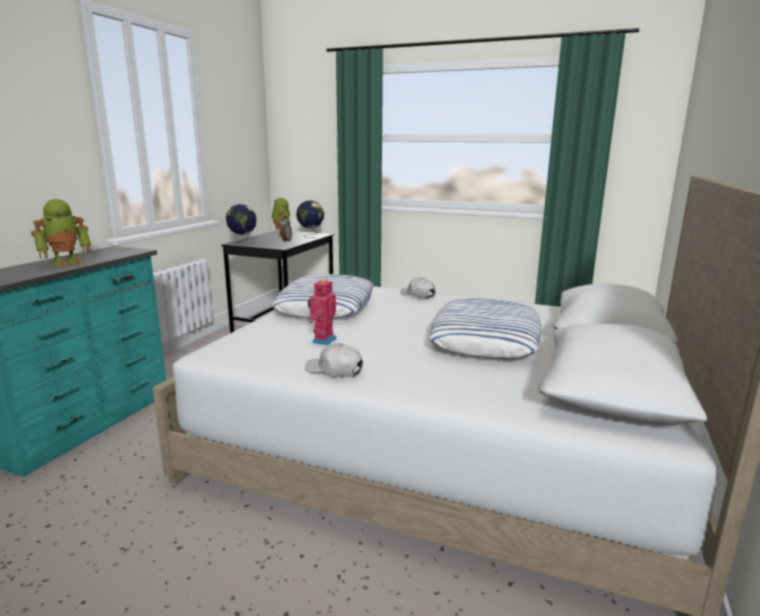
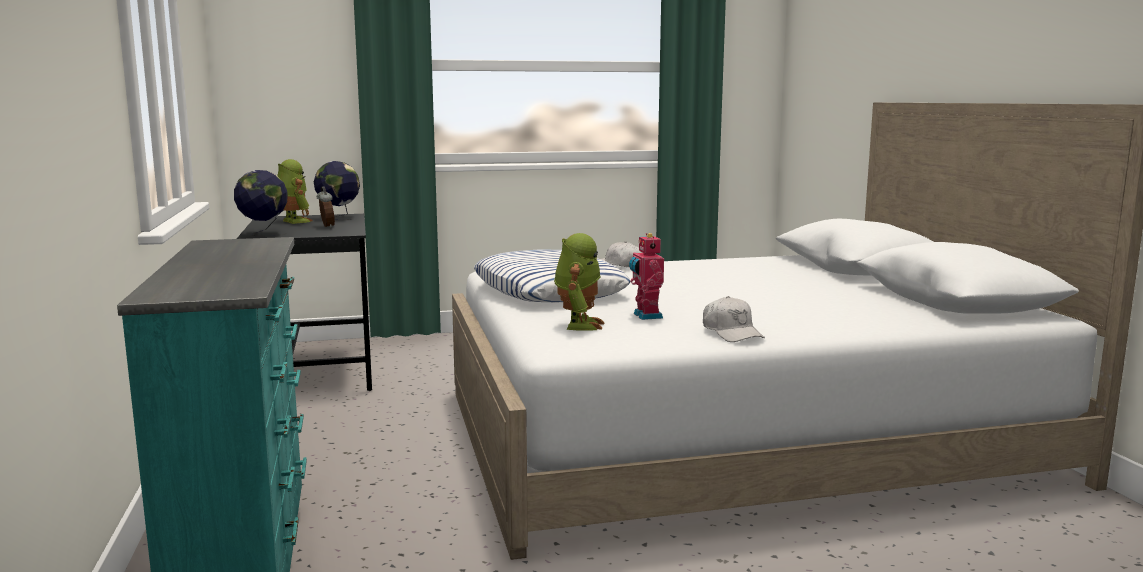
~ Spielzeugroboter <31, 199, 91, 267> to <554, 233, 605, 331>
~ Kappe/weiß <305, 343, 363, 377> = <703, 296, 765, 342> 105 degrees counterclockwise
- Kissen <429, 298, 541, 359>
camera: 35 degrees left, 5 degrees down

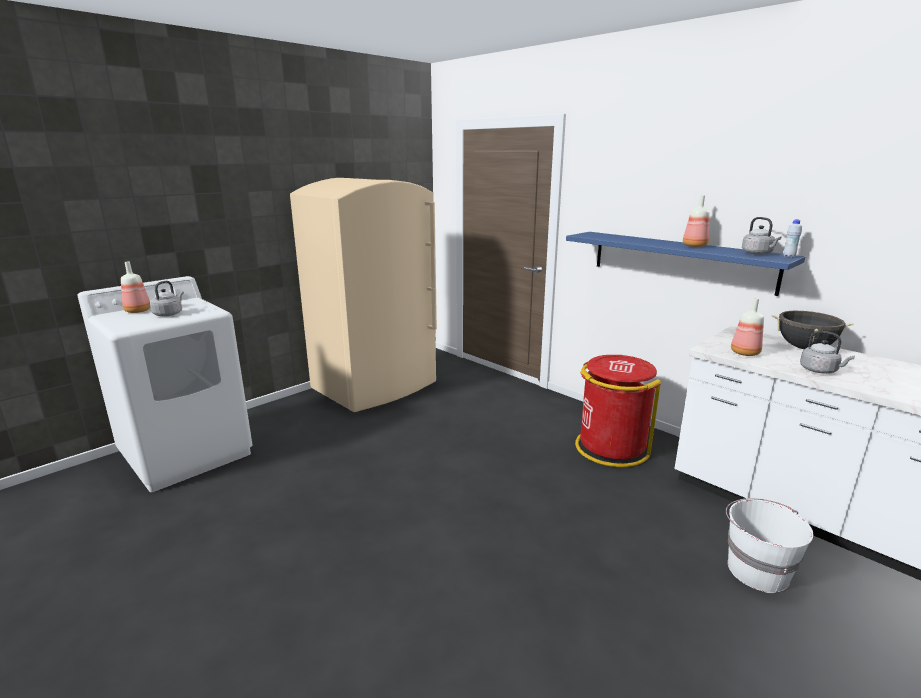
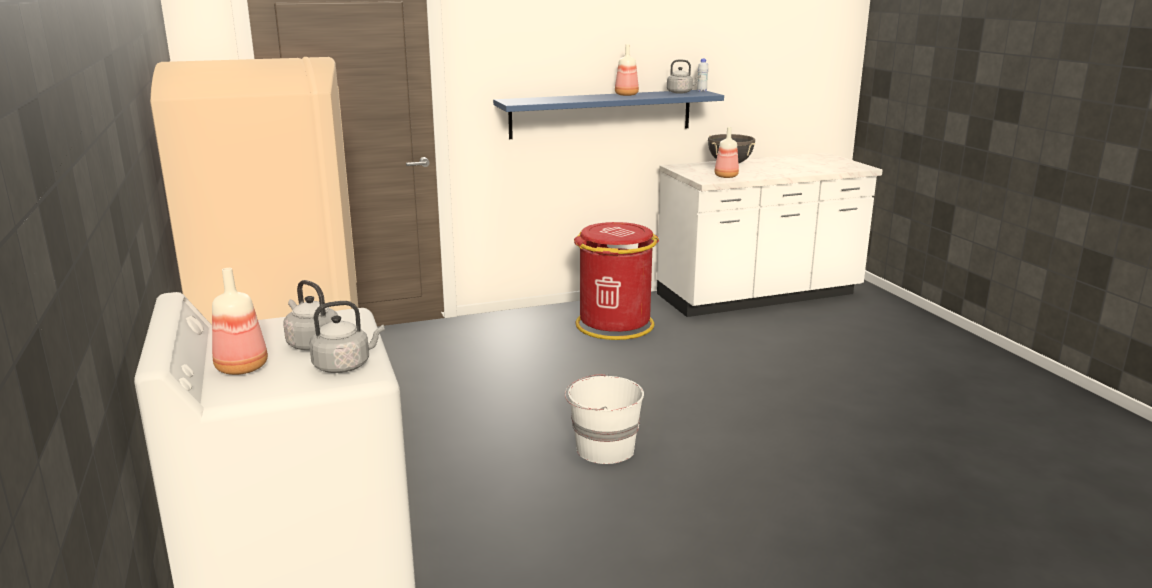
~ Eimer/weiß <726, 498, 813, 593> to <565, 373, 644, 464>
~ Wasserkessel/grau <800, 331, 855, 374> to <309, 301, 385, 373>
camera: 65 degrees left, 0 degrees up

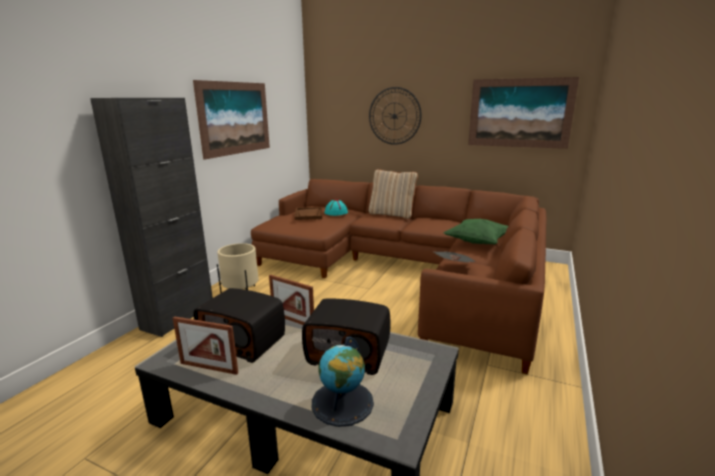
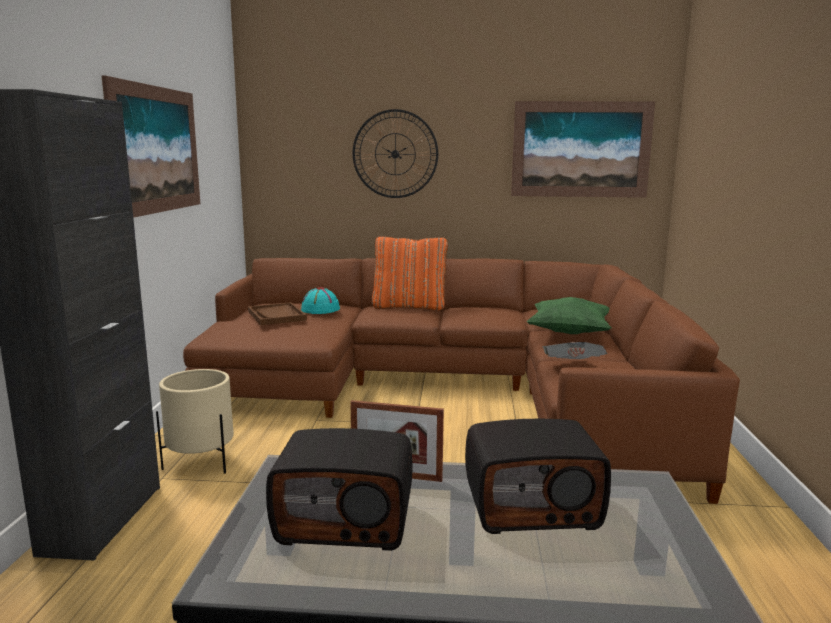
- Bilderrahmen <173, 316, 238, 375>
- Globus <312, 337, 374, 427>
~ Kissen/beige <369, 169, 418, 219> to Kissen/orange <372, 236, 448, 311>
camera: 20 degrees left, 5 degrees down

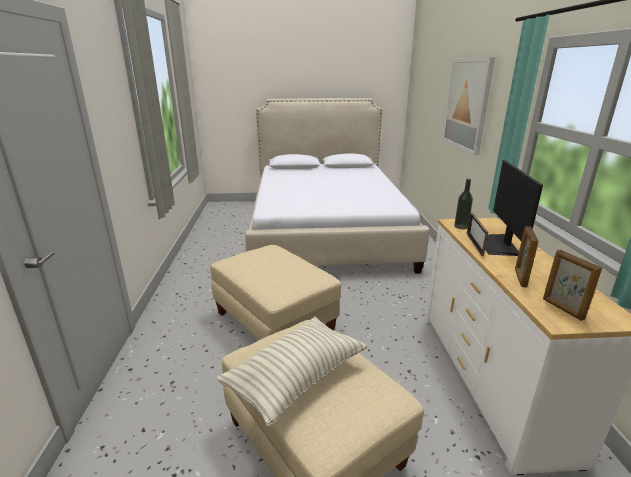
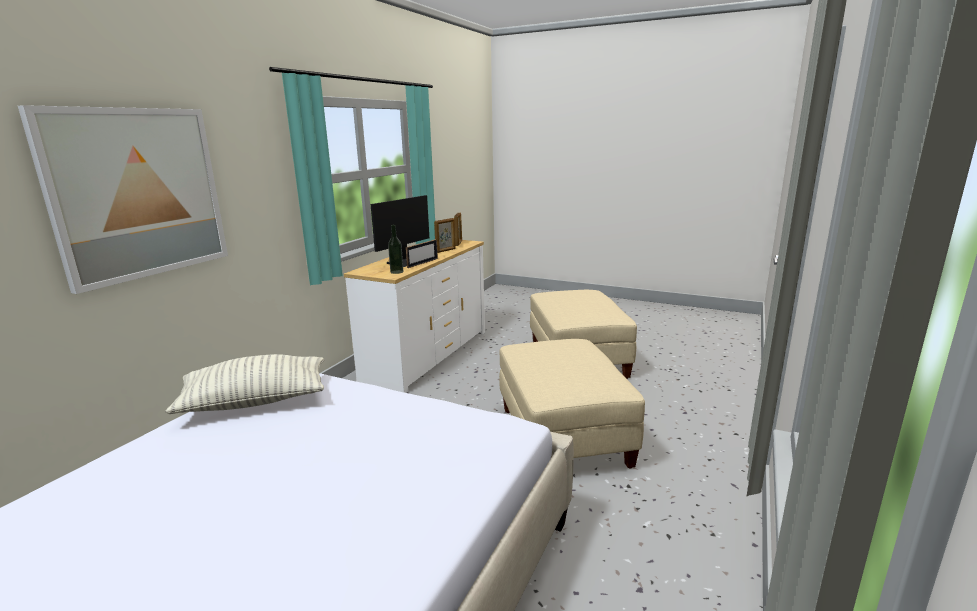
~ Kissen <216, 317, 367, 427> to <165, 354, 325, 414>
camera: 150 degrees left, 5 degrees down

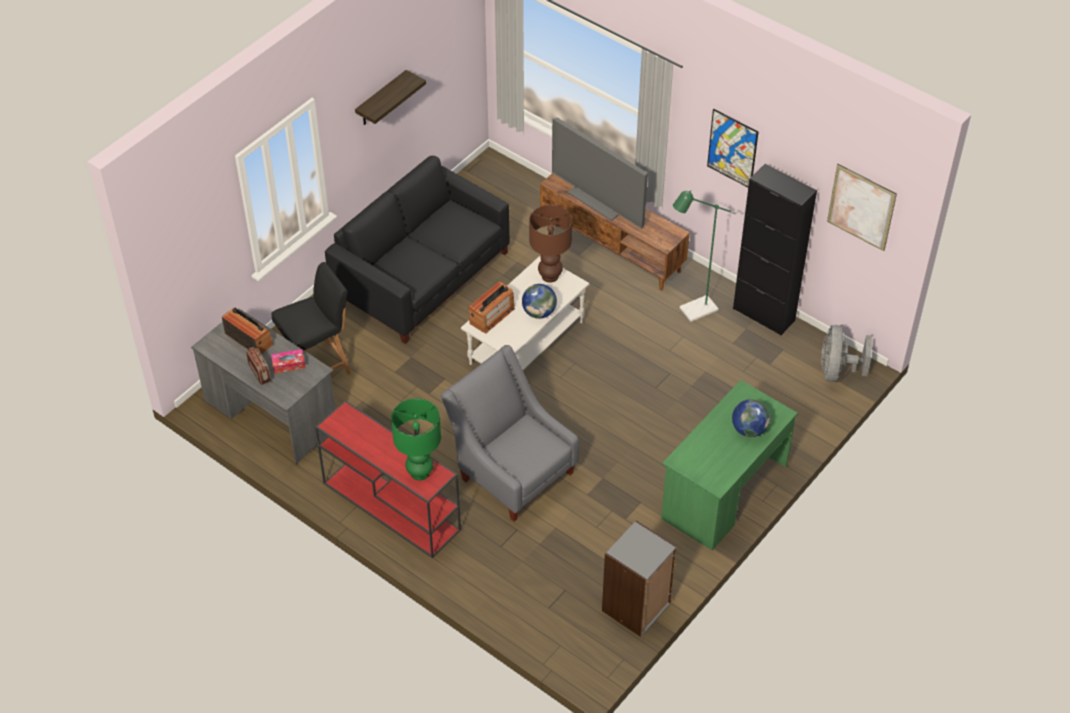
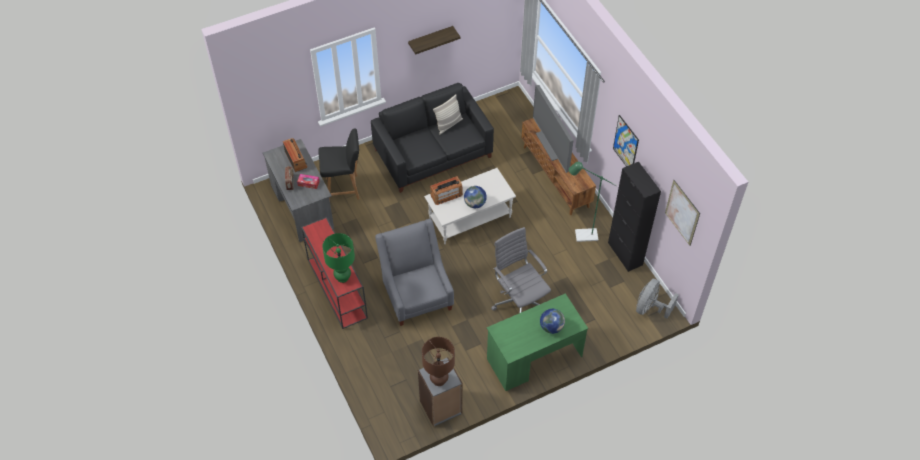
~ Tischlampe/braun <529, 205, 572, 283> to <422, 337, 455, 386>
+ Kissen <433, 95, 463, 135>
+ Bürostuhl/grau <491, 227, 551, 313>
camera: 25 degrees right, 5 degrees up

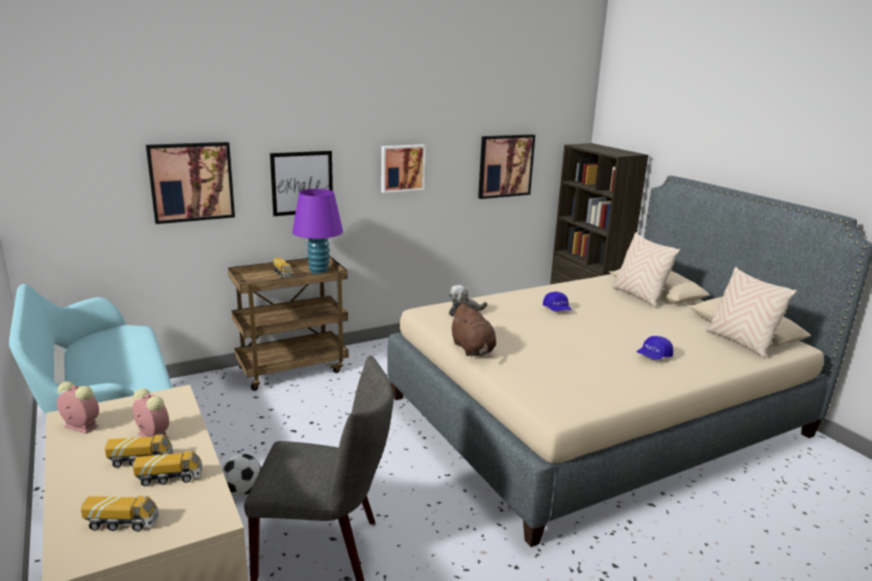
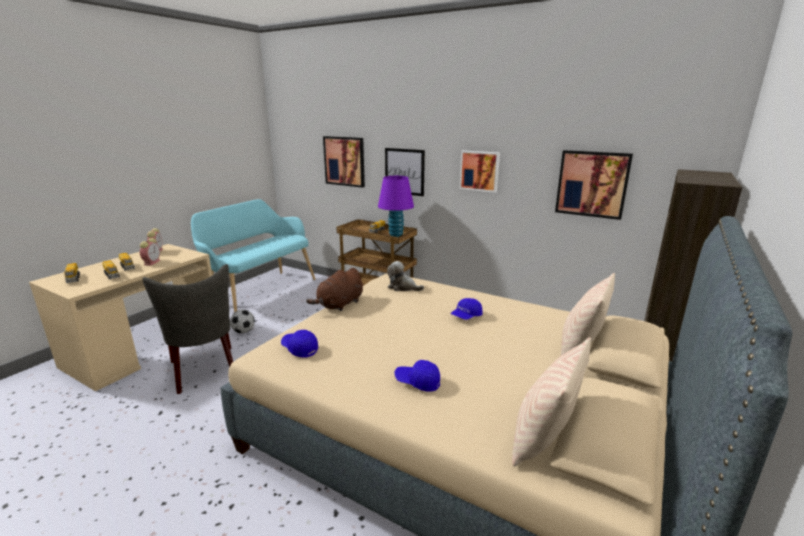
+ Kappe/blau <281, 330, 318, 358>
camera: 60 degrees right, 0 degrees up

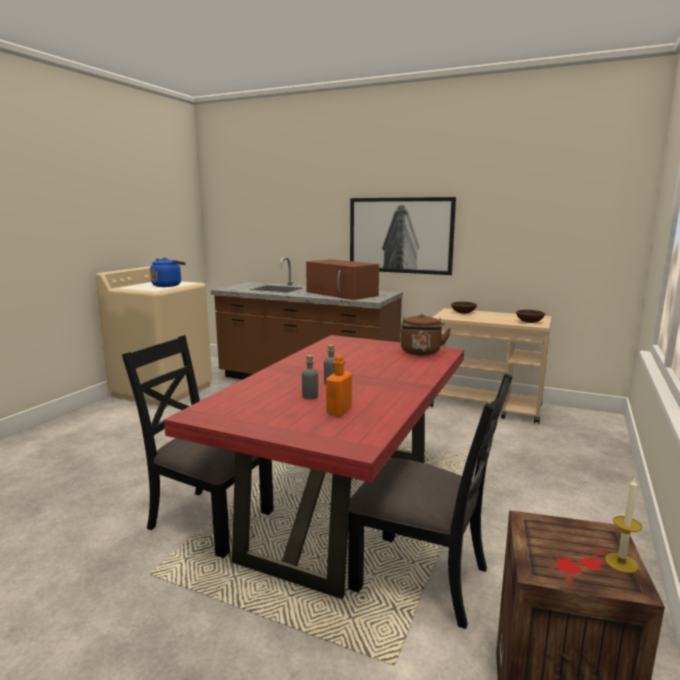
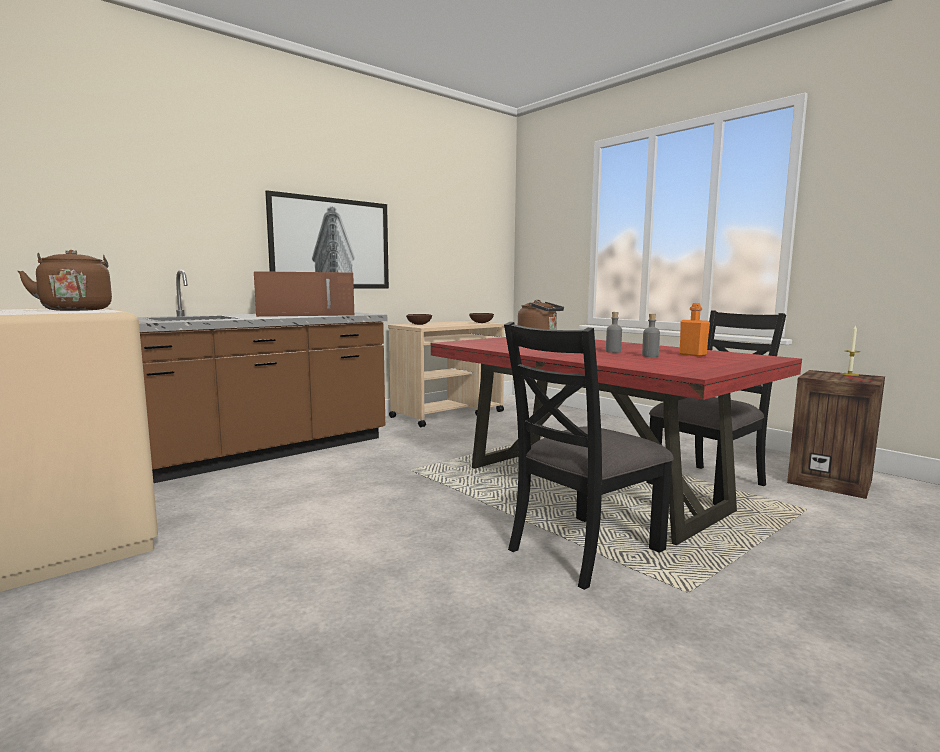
~ Wasserkessel/blau <150, 258, 186, 287> to Wasserkessel/braun <18, 250, 112, 311>
camera: 65 degrees left, 5 degrees down

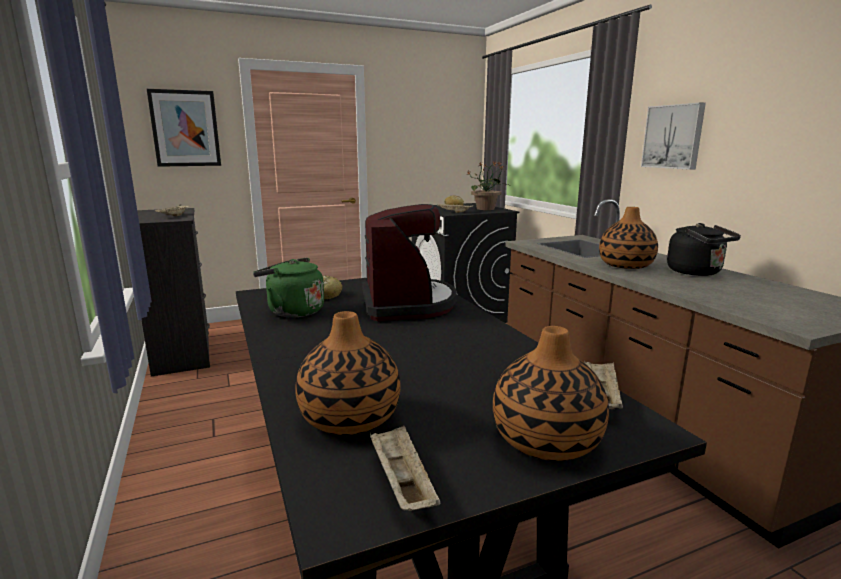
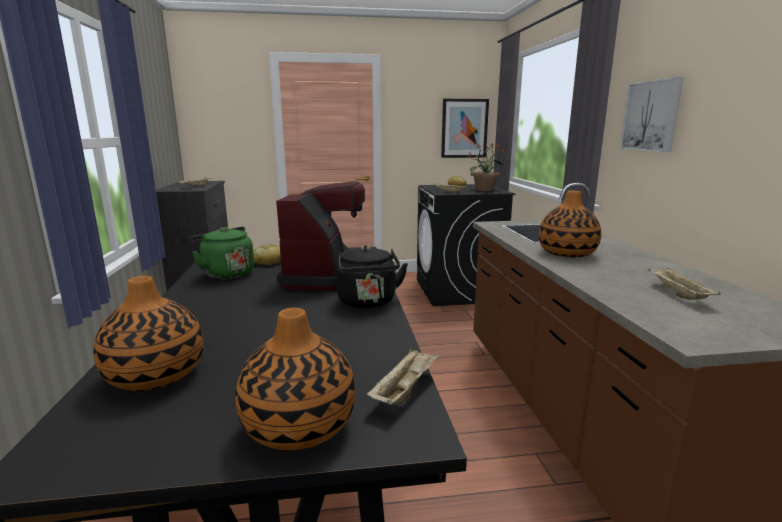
~ Bild <147, 89, 221, 167> to <441, 99, 489, 158>
~ Tablett/beige <370, 425, 441, 511> to <648, 267, 721, 300>
~ Wasserkessel/schwarz <667, 223, 741, 276> to <336, 246, 408, 308>
camera: 15 degrees right, 0 degrees up

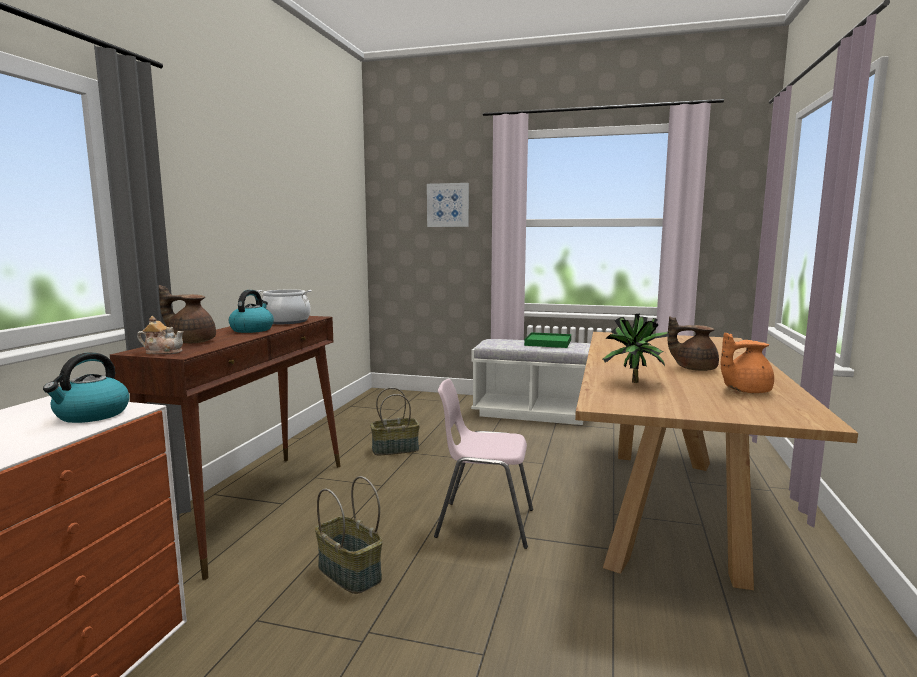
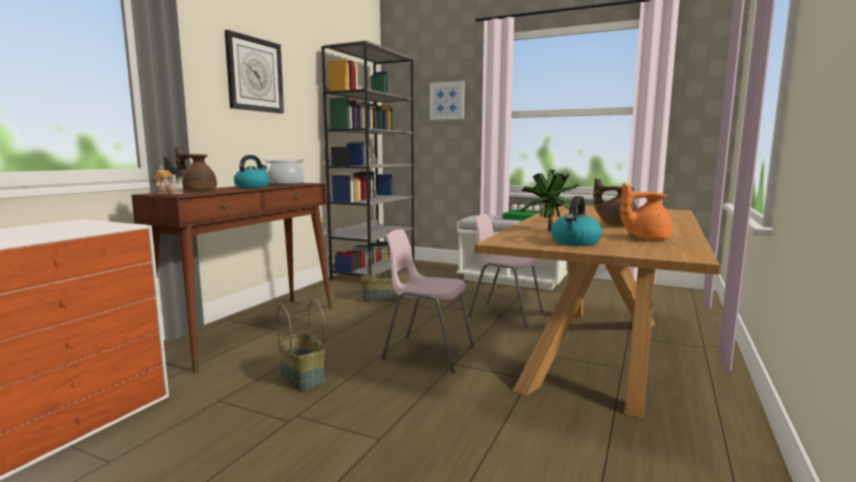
~ Wasserkessel <43, 352, 129, 423> to <551, 196, 602, 246>
+ Wanduhr <225, 30, 284, 113>
+ Bücherregal/grau <321, 40, 414, 280>
+ Stuhl/rosa <468, 214, 543, 328>
camera: 10 degrees right, 0 degrees up

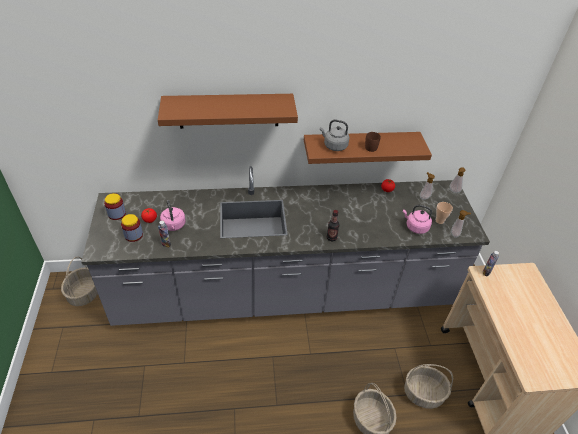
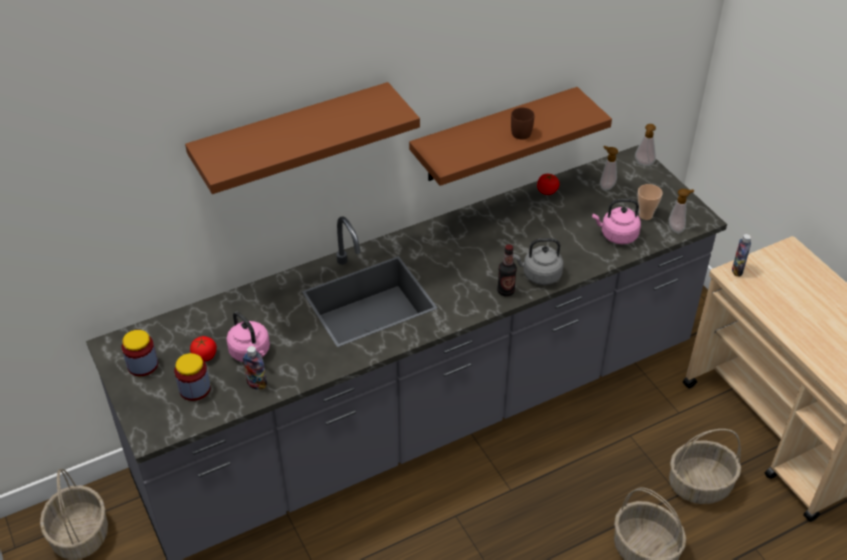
~ Wasserkessel/grau <320, 119, 349, 151> to <513, 238, 563, 285>
camera: 20 degrees left, 0 degrees up

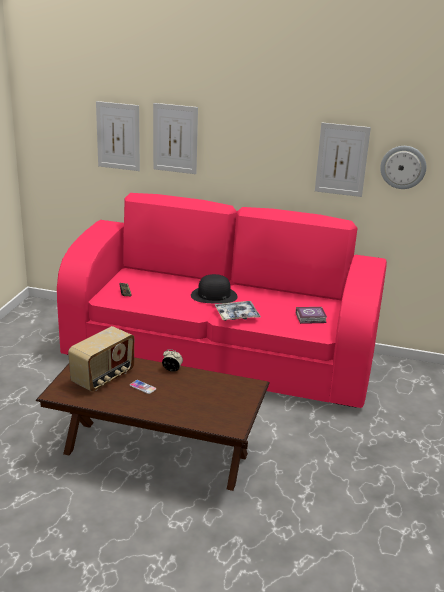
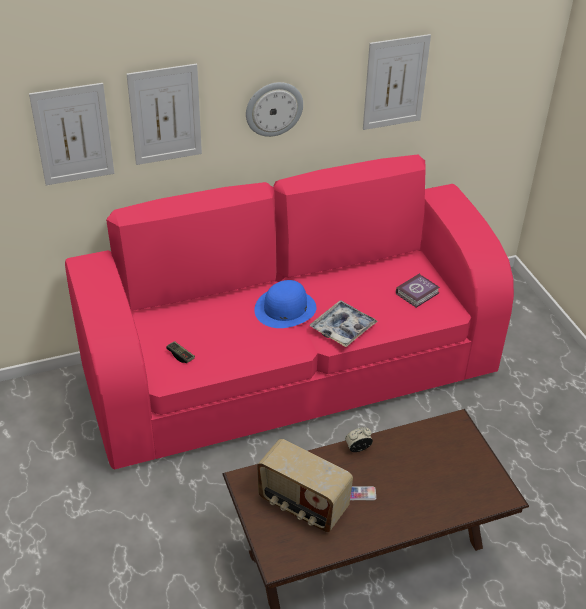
~ Radio <68, 326, 134, 392> = <257, 439, 353, 533> 120 degrees clockwise
~ Hut/schwarz <191, 274, 238, 304> to Hut/blau <254, 280, 316, 328>
~ Wanduhr <380, 146, 426, 189> to <246, 82, 303, 137>
camera: 35 degrees left, 15 degrees up

